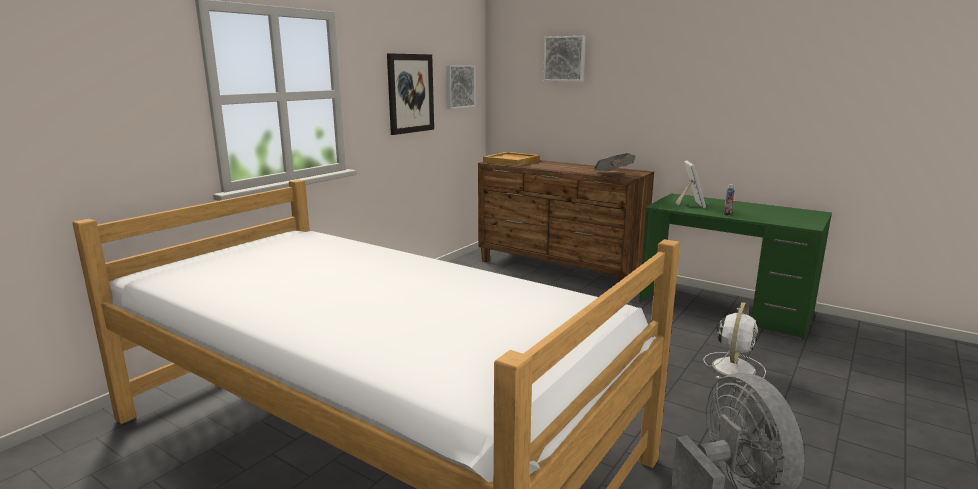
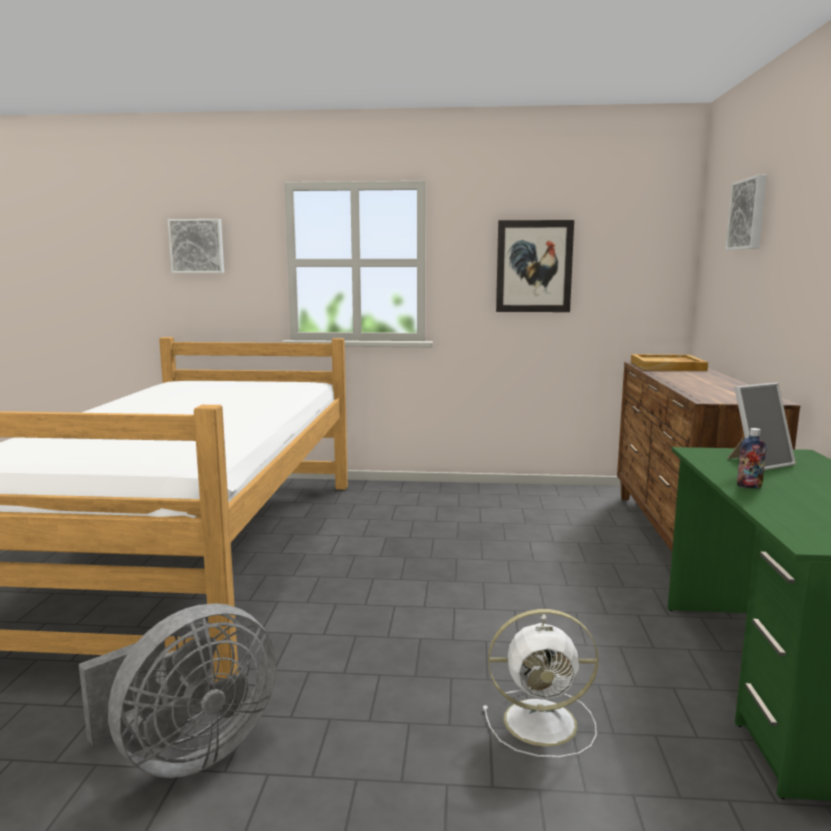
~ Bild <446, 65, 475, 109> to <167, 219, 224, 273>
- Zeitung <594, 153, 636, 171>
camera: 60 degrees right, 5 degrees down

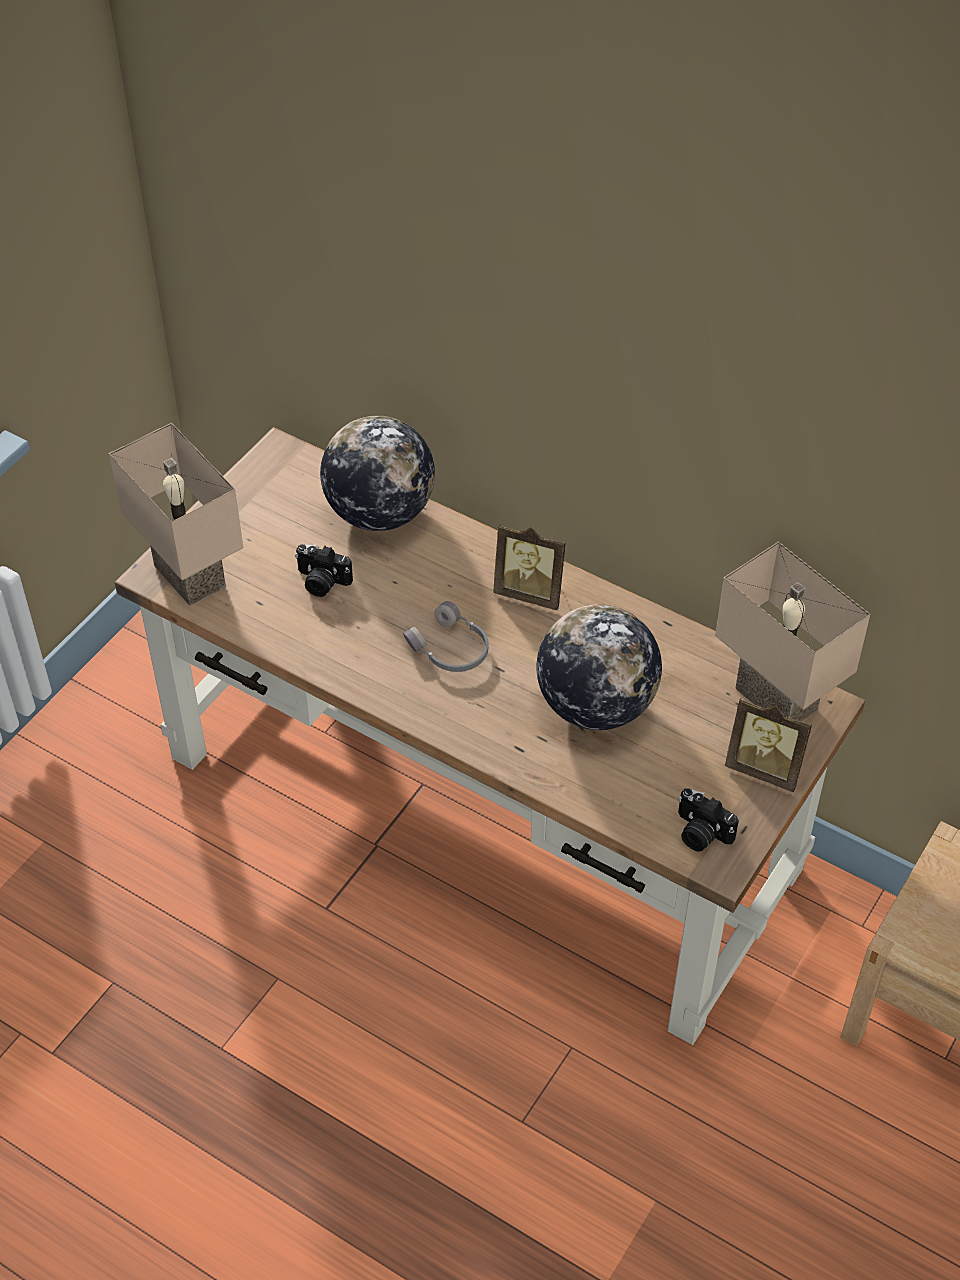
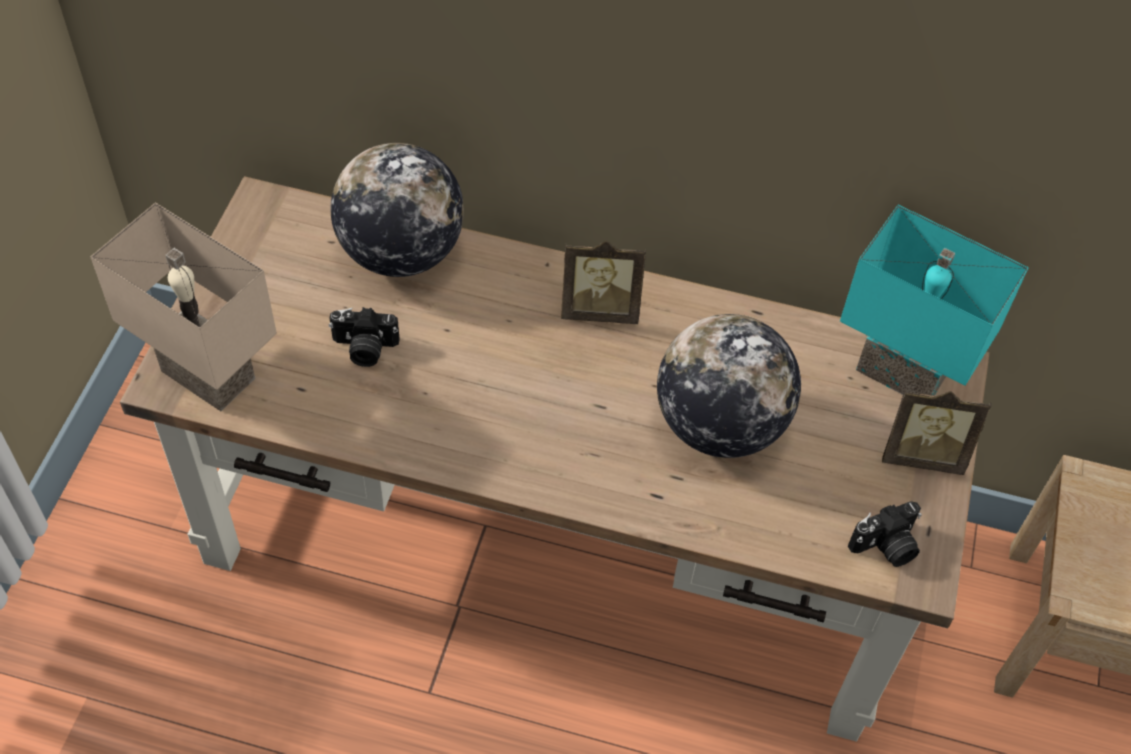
- Kopfhörer/grau <403, 601, 488, 672>
~ Kamera <678, 788, 739, 852> = <848, 501, 922, 567> 45 degrees counterclockwise
~ Tischlampe/beige <715, 542, 870, 722> to Tischlampe/türkis <840, 205, 1029, 396>
camera: 20 degrees left, 5 degrees up

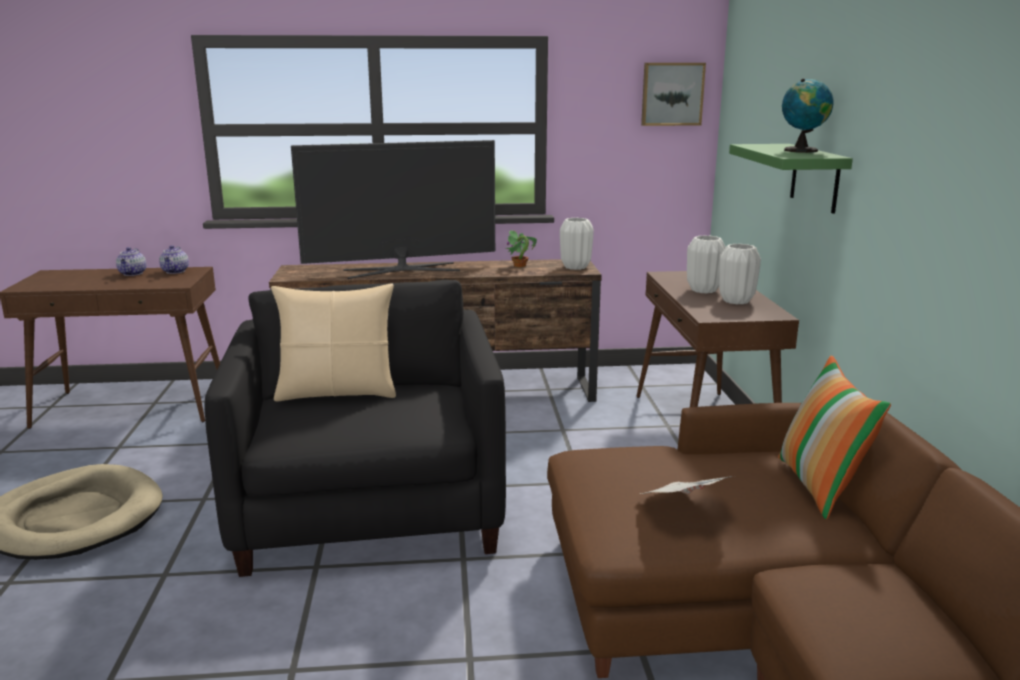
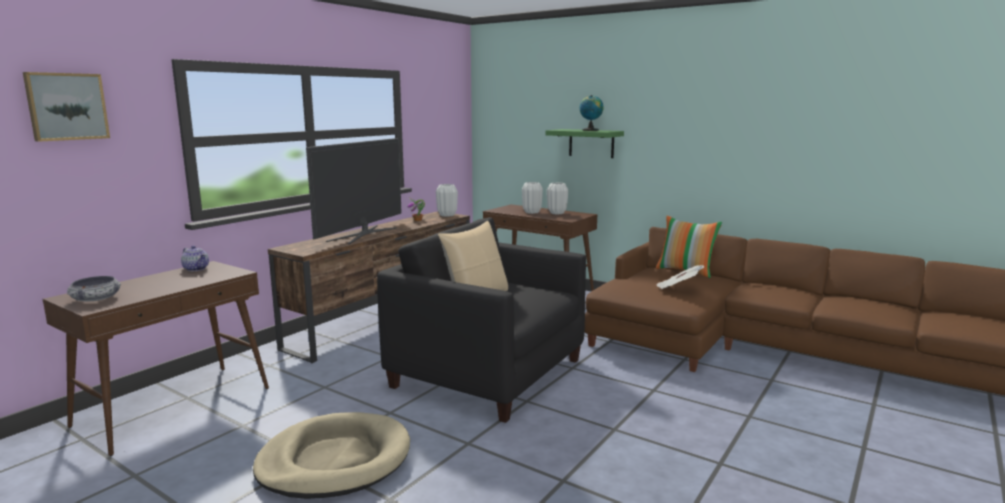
- Teekanne <116, 247, 146, 276>
~ Bild <641, 63, 706, 126> to <23, 72, 110, 142>
+ Schüssel <67, 276, 121, 301>
camera: 50 degrees left, 5 degrees down

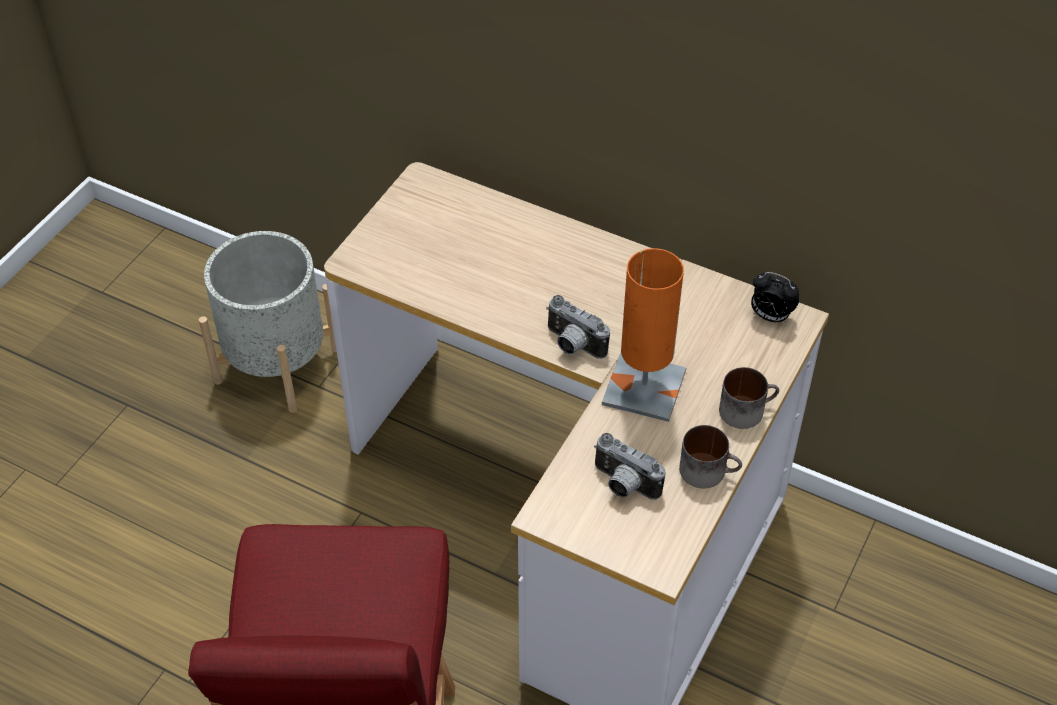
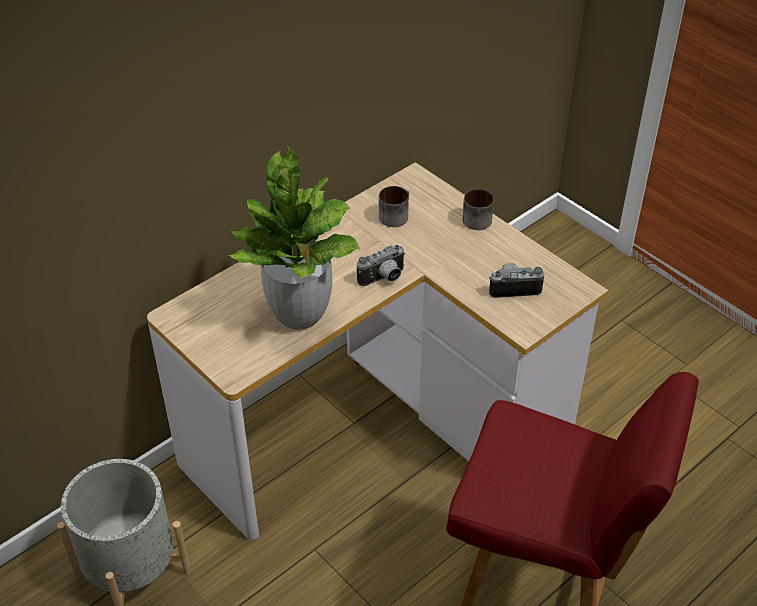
~ Kamera <594, 433, 666, 500> = <489, 263, 544, 298> 150 degrees counterclockwise
- Tischlampe/orange <602, 248, 686, 422>
~ Henkelbecher <679, 425, 742, 488> to <379, 186, 409, 227>
- Wecker <751, 272, 800, 324>
+ Topfpflanze <229, 145, 360, 330>
camera: 70 degrees left, 5 degrees down

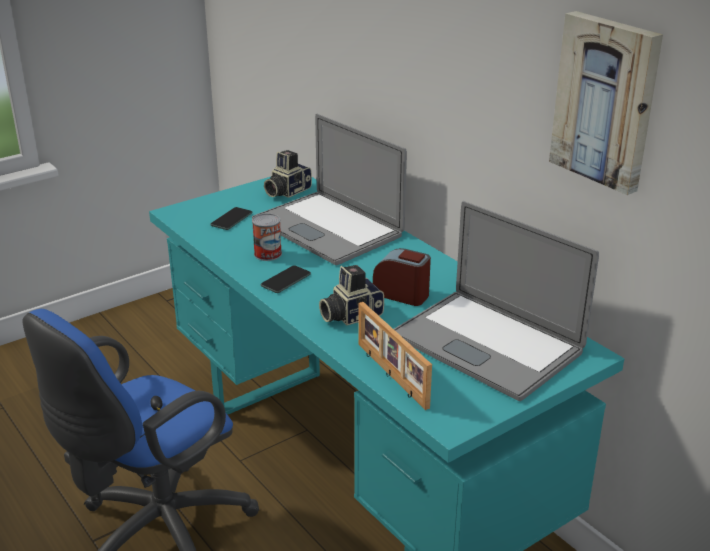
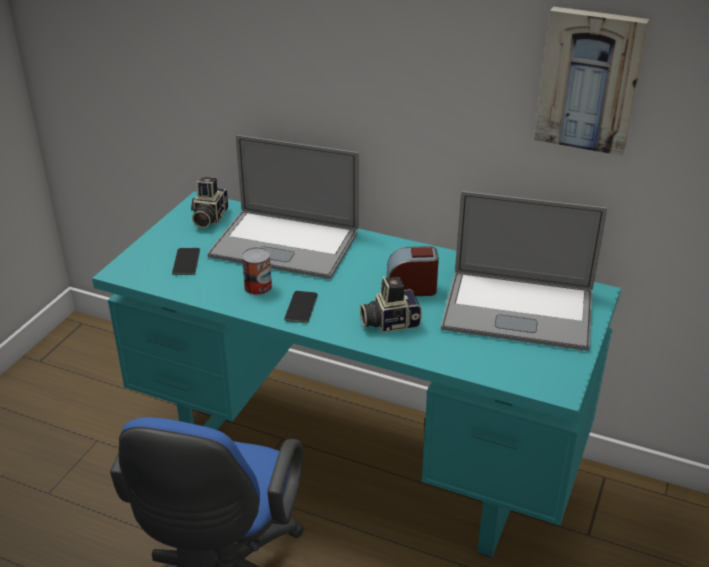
~ Kamera <319, 265, 384, 325> = <360, 276, 422, 333> 45 degrees clockwise
- Bilderrahmen <358, 302, 432, 410>
camera: 30 degrees left, 5 degrees up

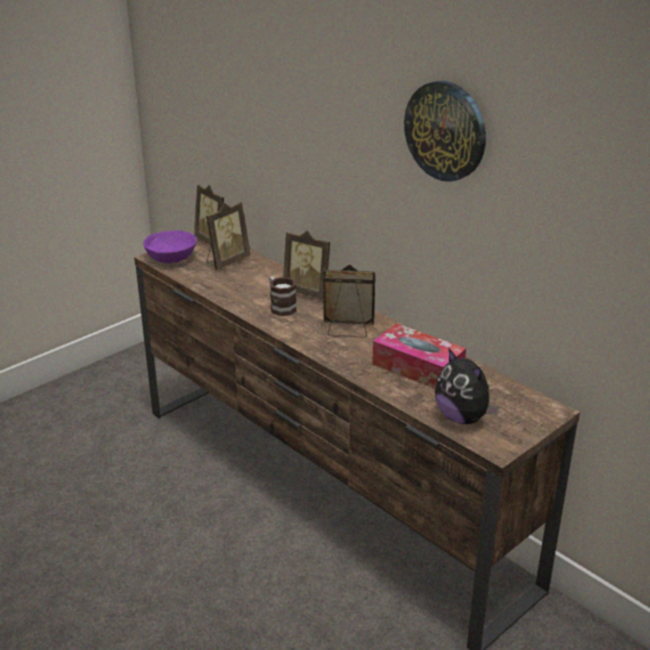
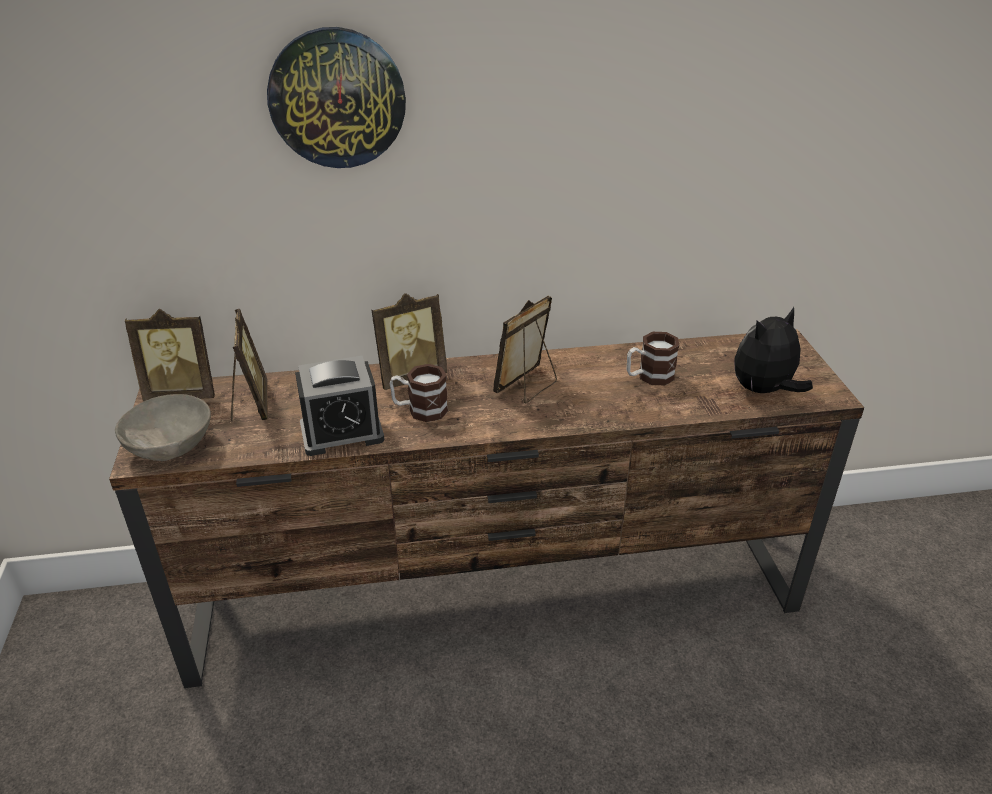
~ Schüssel/lila <143, 230, 197, 263> to Schüssel/grau <115, 394, 211, 461>
~ Taschentuchbox <372, 323, 466, 389> to Henkelbecher <627, 332, 679, 385>
~ Wanduhr <404, 81, 486, 182> to <267, 27, 406, 168>
~ Plüschtier <435, 349, 499, 424> = <734, 307, 813, 393> 150 degrees clockwise
+ Wecker <295, 356, 384, 456>
camera: 55 degrees left, 5 degrees up

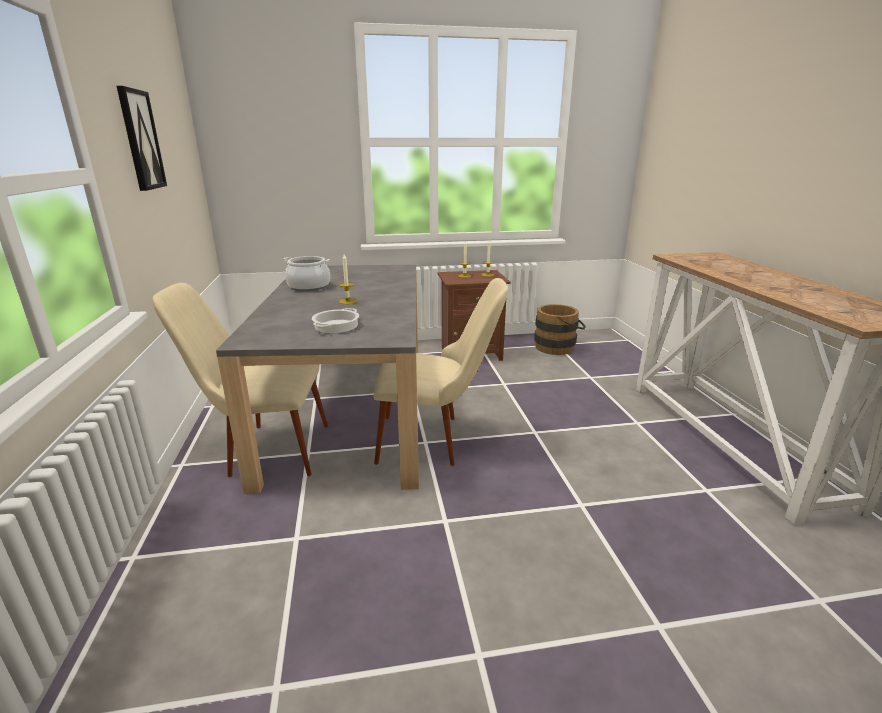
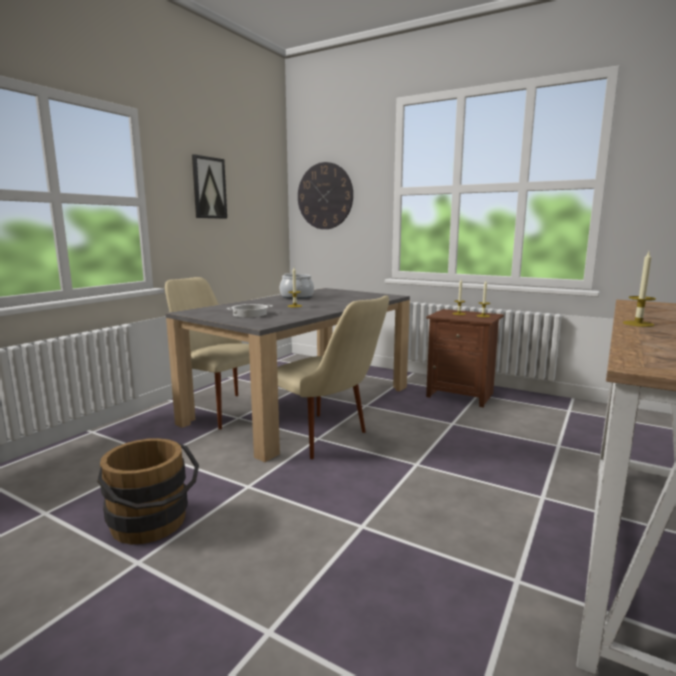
~ Eimer/braun <534, 304, 586, 355> to <97, 438, 199, 544>
+ Wanduhr <298, 162, 353, 229>
+ Kerze <623, 252, 656, 327>
camera: 40 degrees right, 10 degrees down

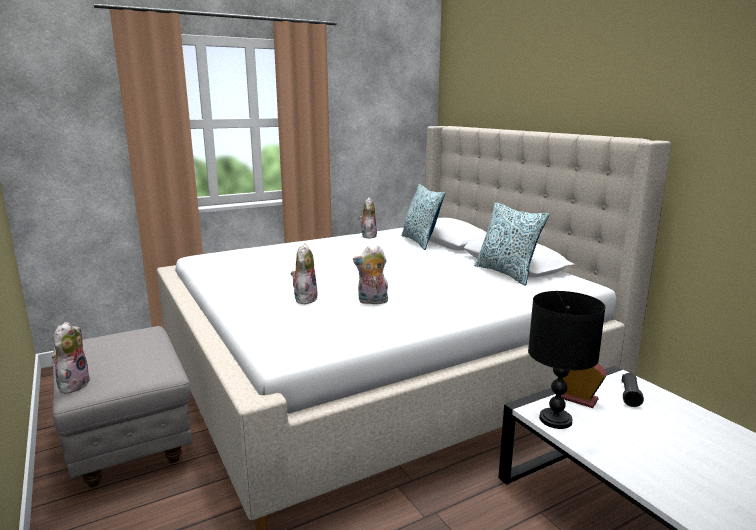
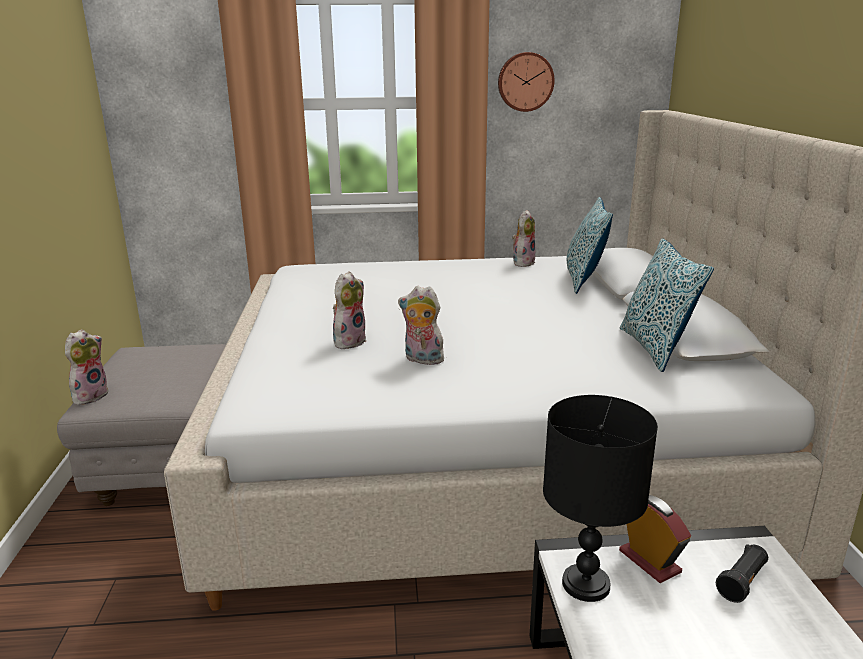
+ Wanduhr <498, 52, 555, 112>
camera: 25 degrees right, 5 degrees up

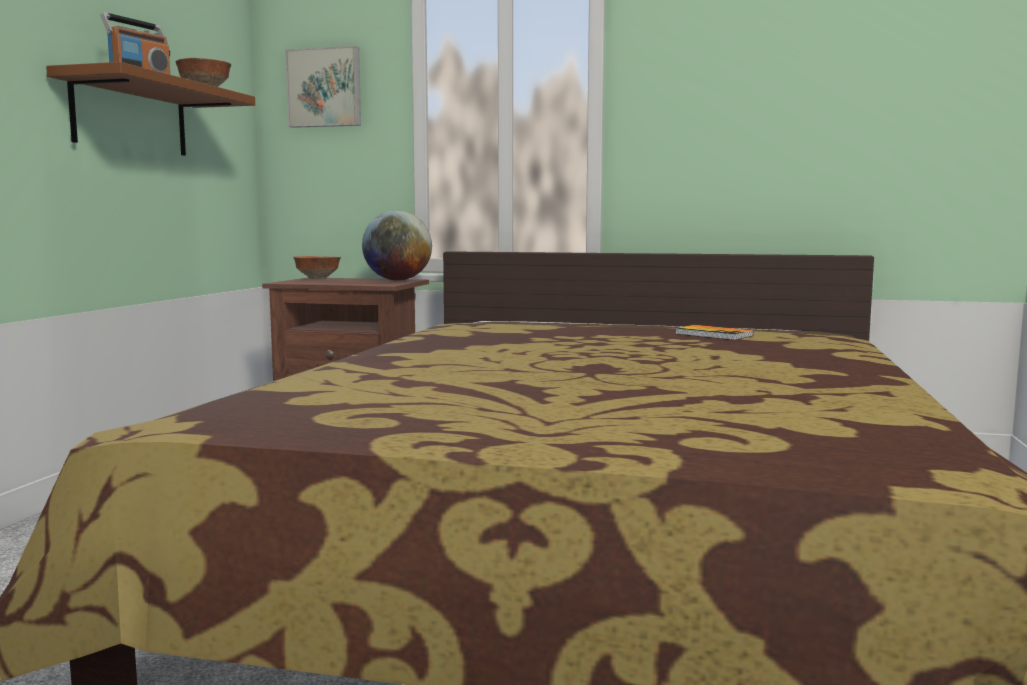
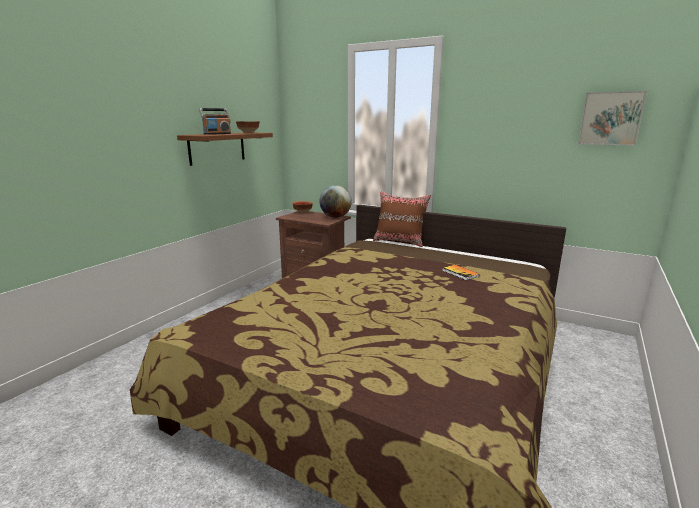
~ Bild <285, 46, 361, 128> to <578, 91, 647, 146>
+ Kissen/braun <373, 191, 431, 247>
camera: 15 degrees right, 10 degrees up

